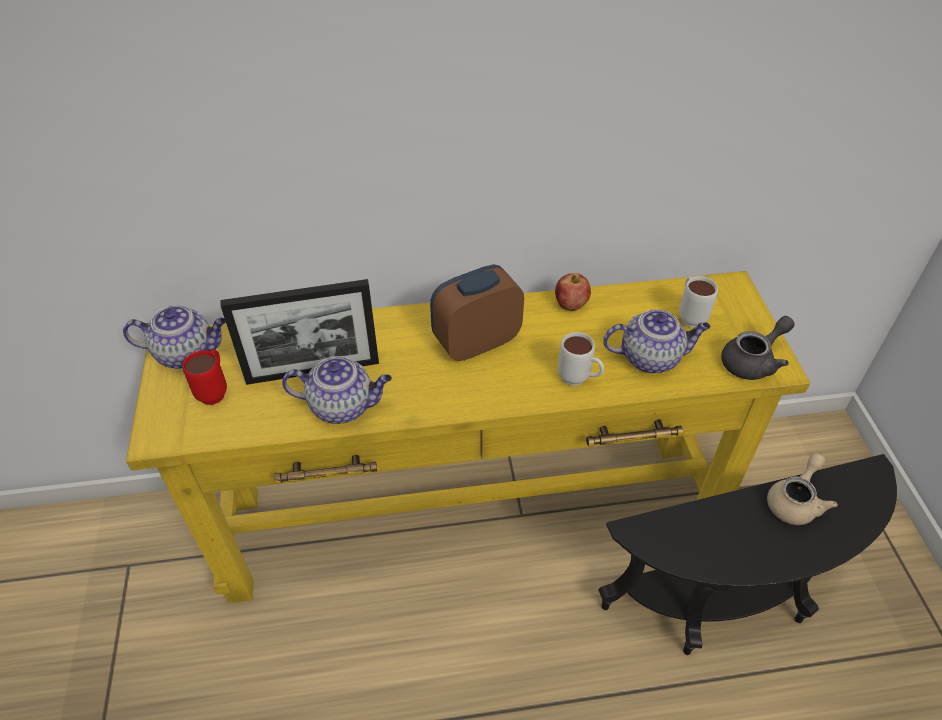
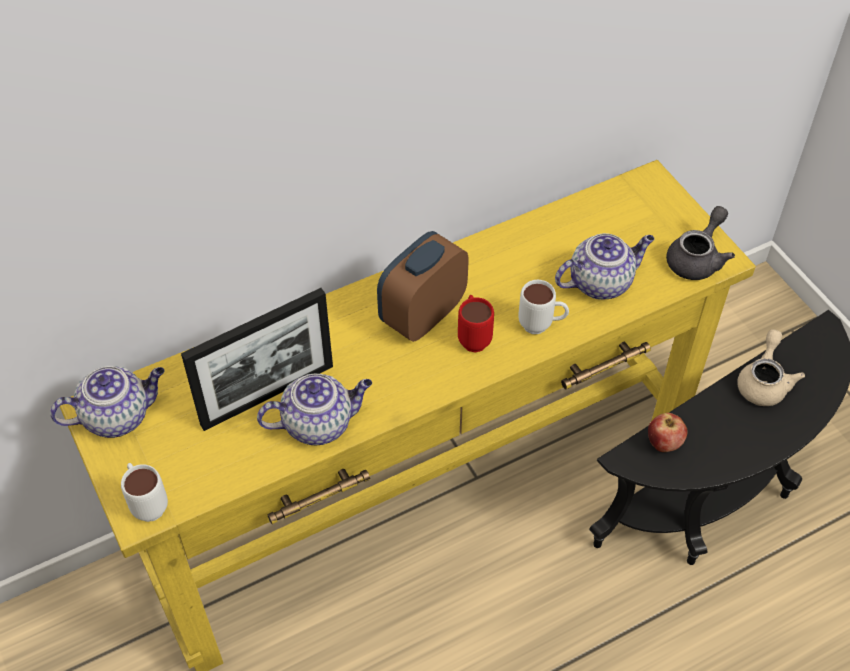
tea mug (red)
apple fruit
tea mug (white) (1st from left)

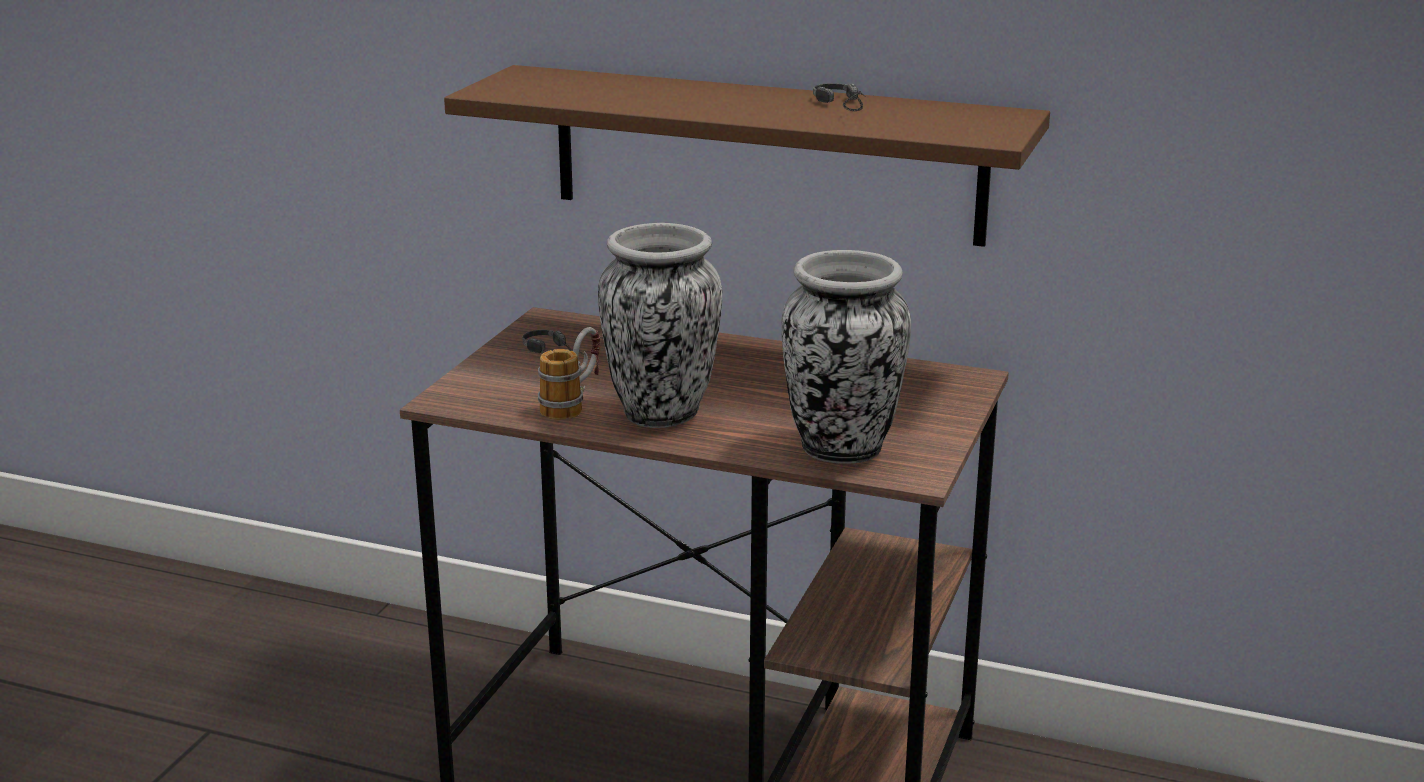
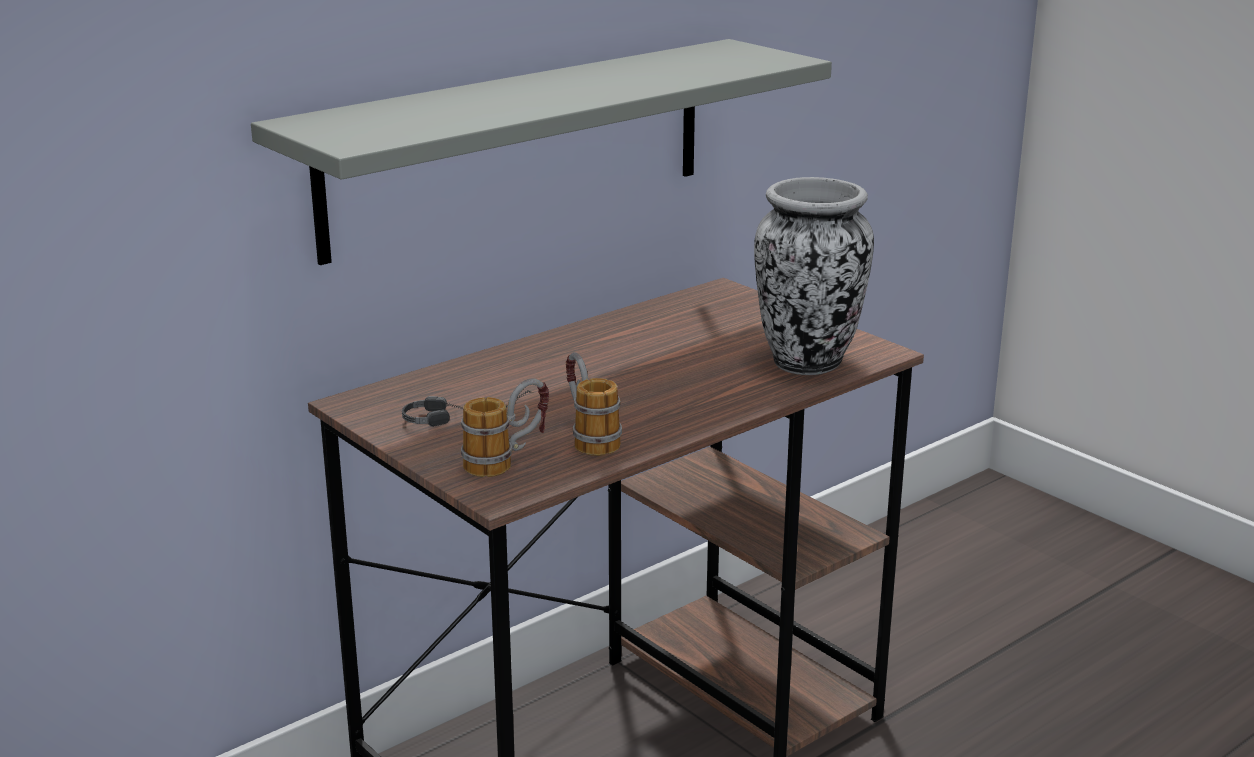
bracket shelf (greyish)
decorative vase (1st from left in the first image)
pair of headphones (2nd from left in the first image)
tea mug (1st from left)

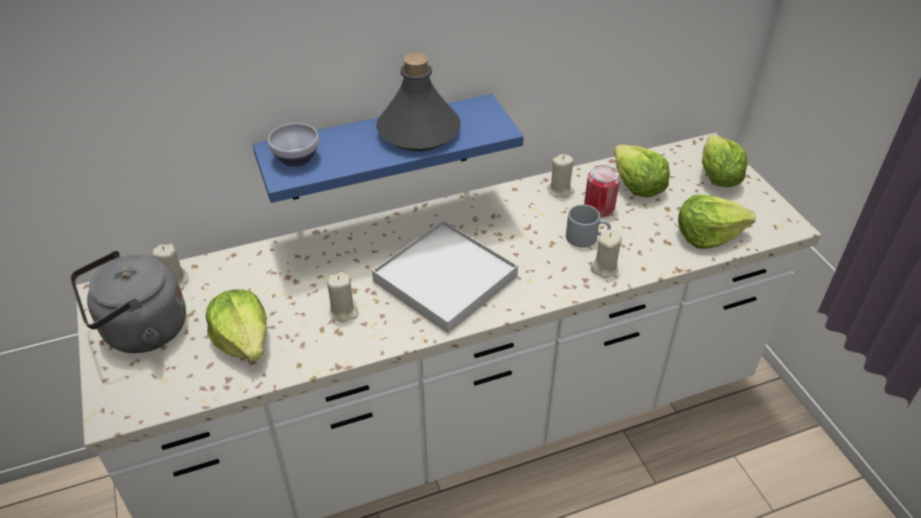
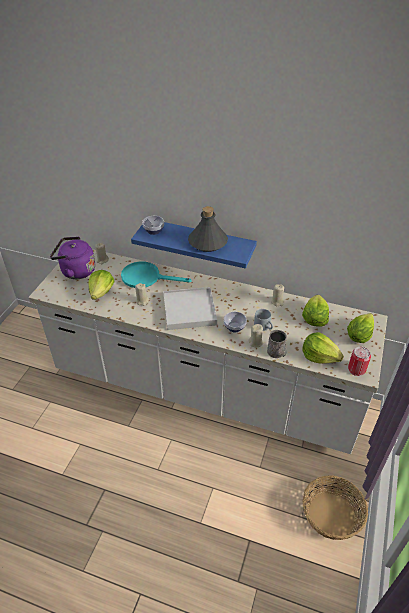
water kettle (purple-coloured)
can
pan (blue-green)
bowl (2nd from left)
tea mug (greyish) (2nd from left)
household basket

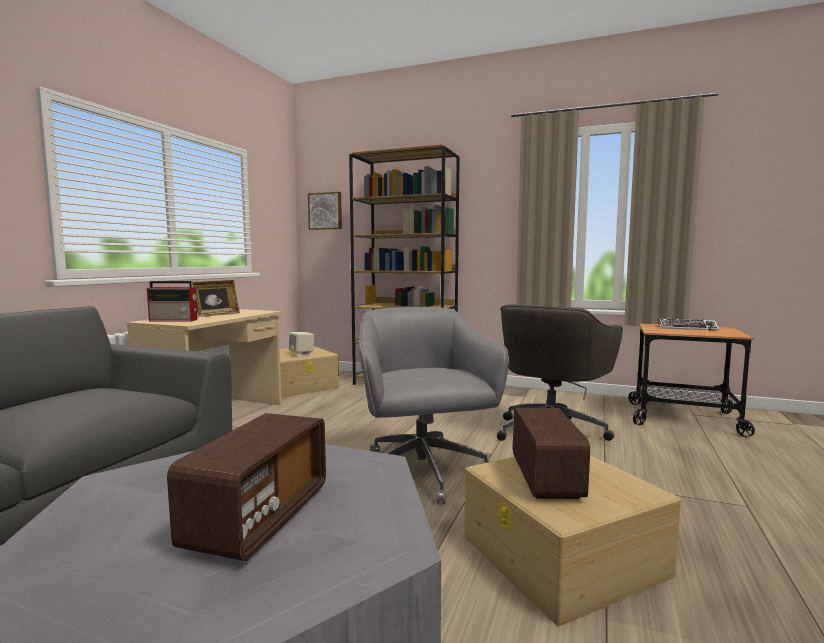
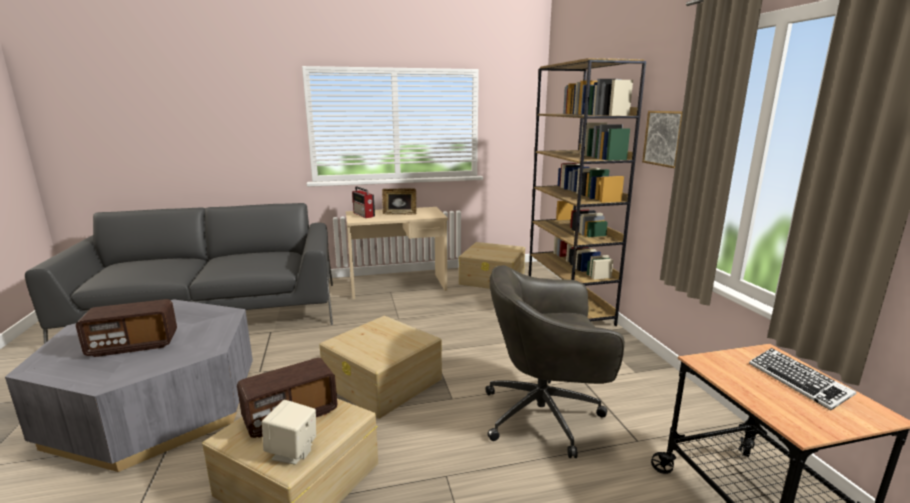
audio speaker (beige-coloured)
wall picture
storage bin (beige-coloured) (2nd from left)

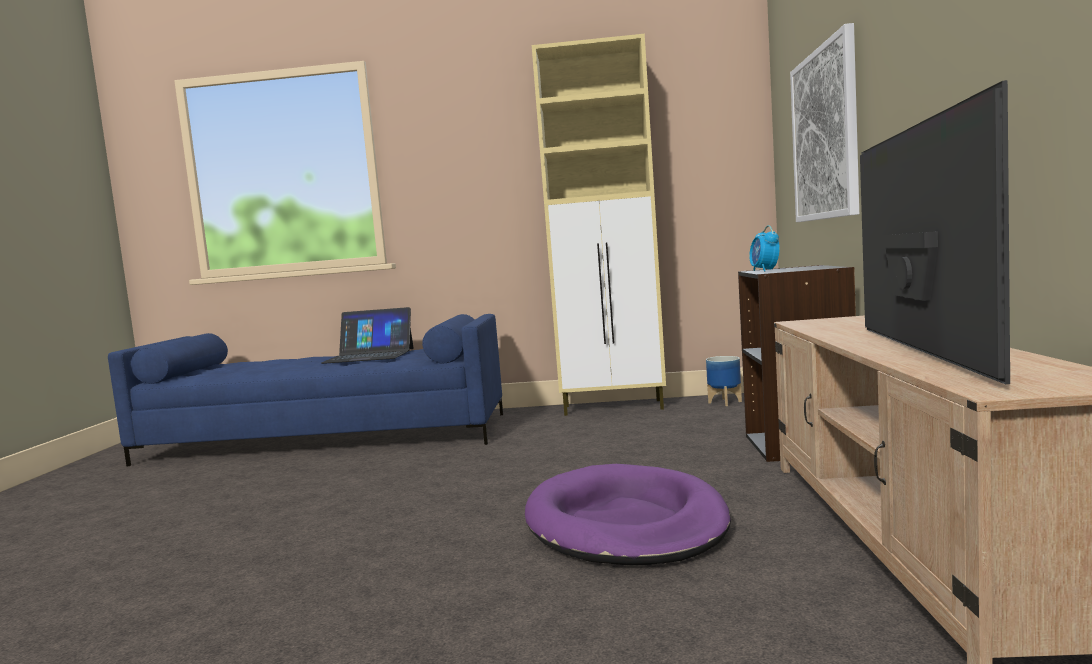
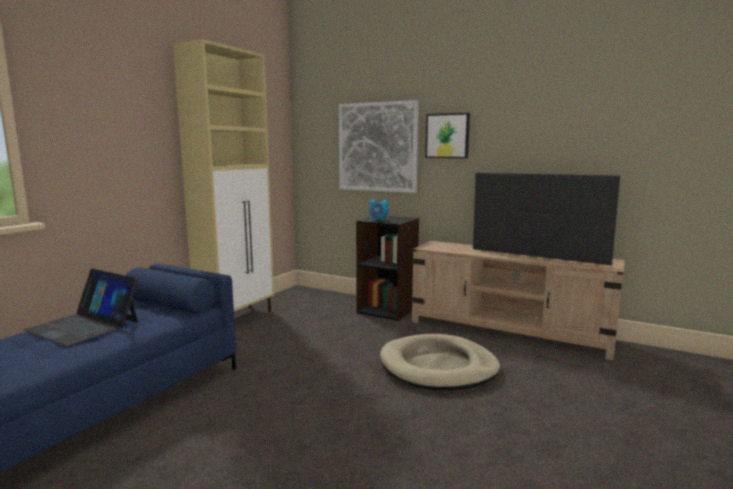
portable computer
dog cushion (beige-coloured)
flower pot
wall picture (2nd from left)

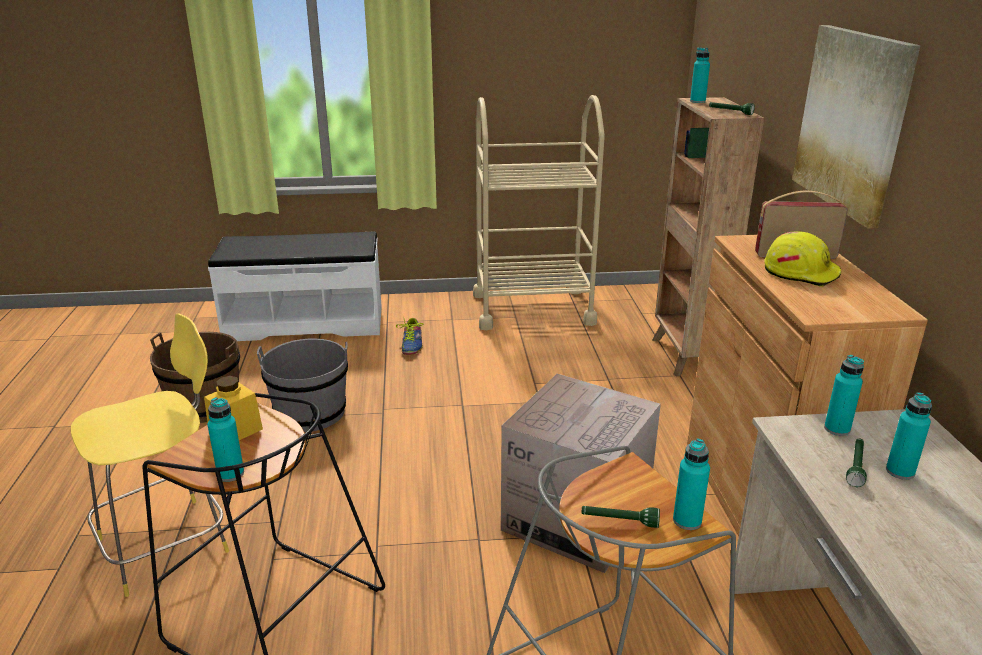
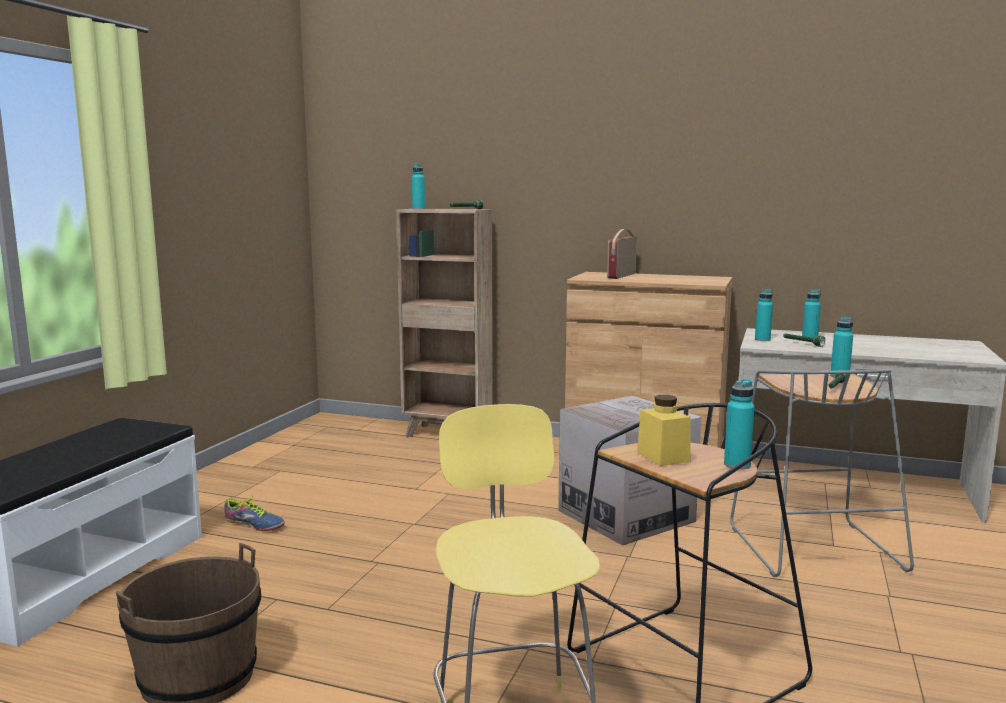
bucket (greyish)
cart (beige-coloured)
safety helmet (yellow)
wall picture

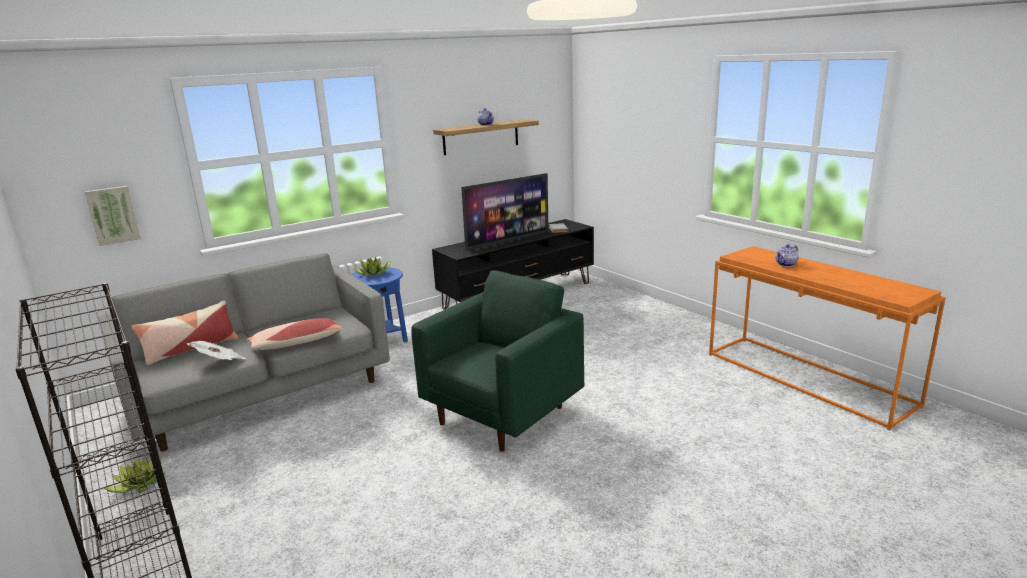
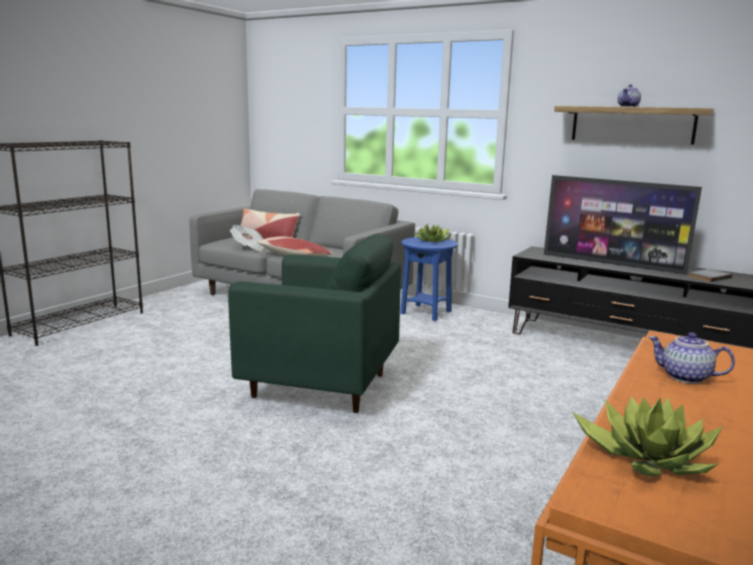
wall picture
plant in a pot (2nd from left)

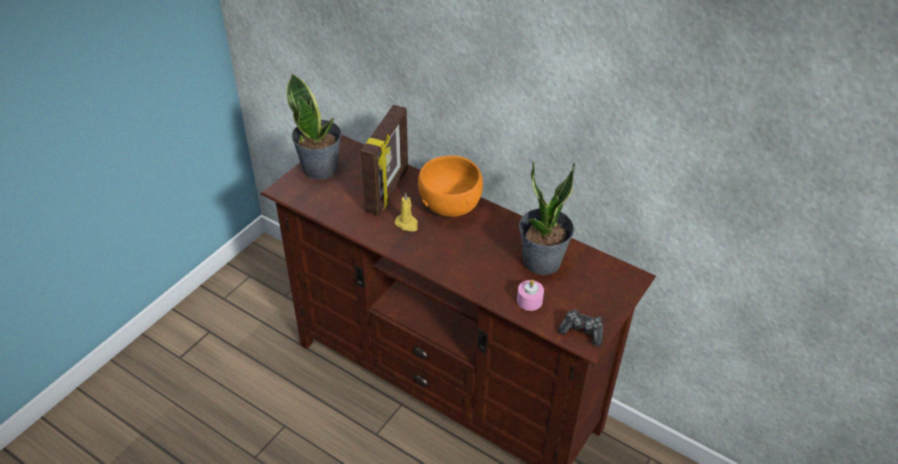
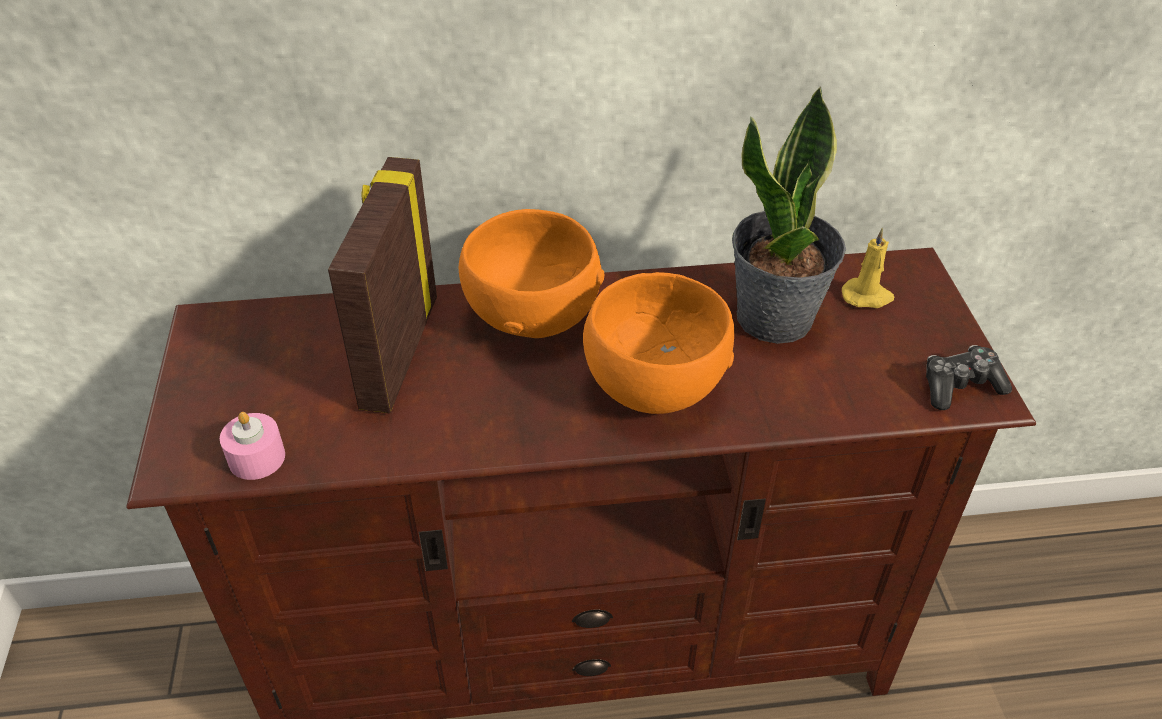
plant in a pot (1st from left in the first image)
standing frame
candle (yellow)
candle (pink)
bowl (orange-coloured) (2nd from left)

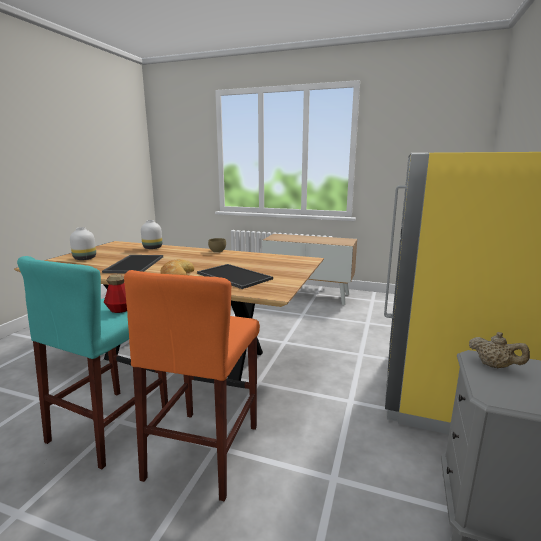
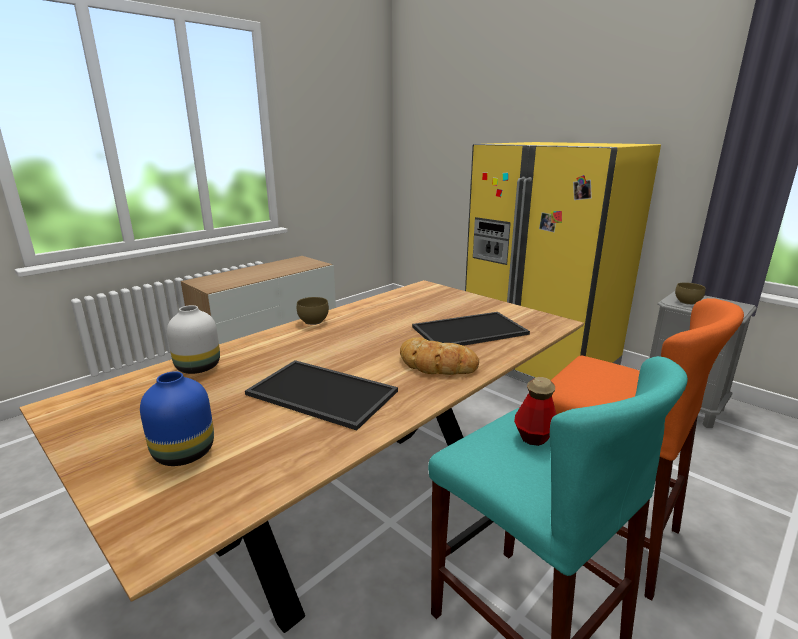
decorative vase (blue)
bowl (brown) (2nd from left)

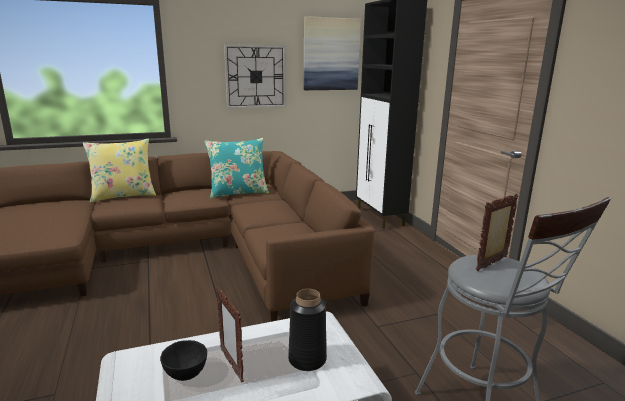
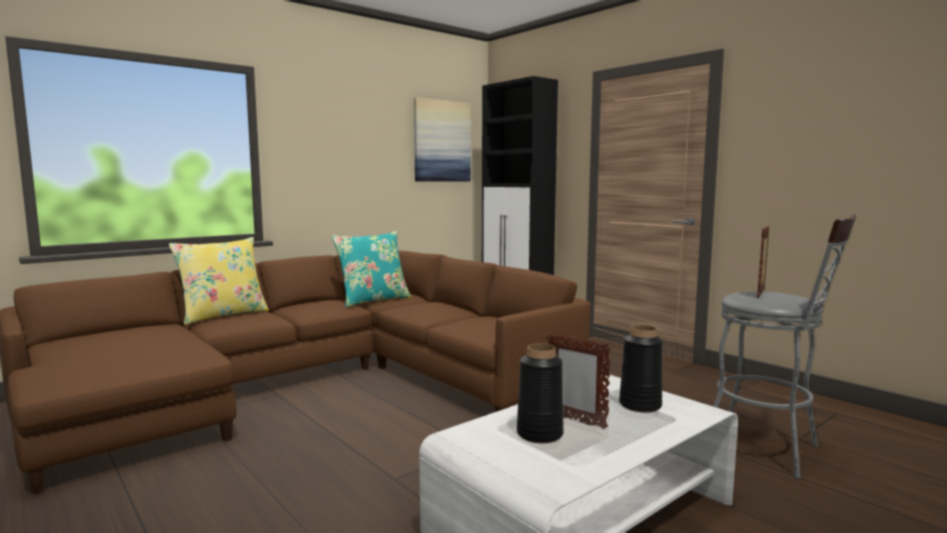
decorative vase (blackish) (1st from left)
wall clock

